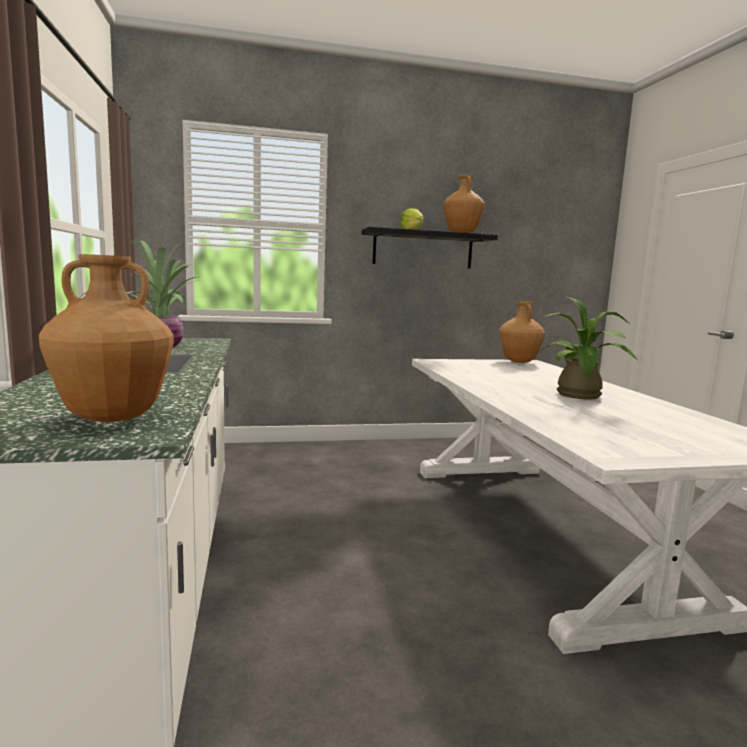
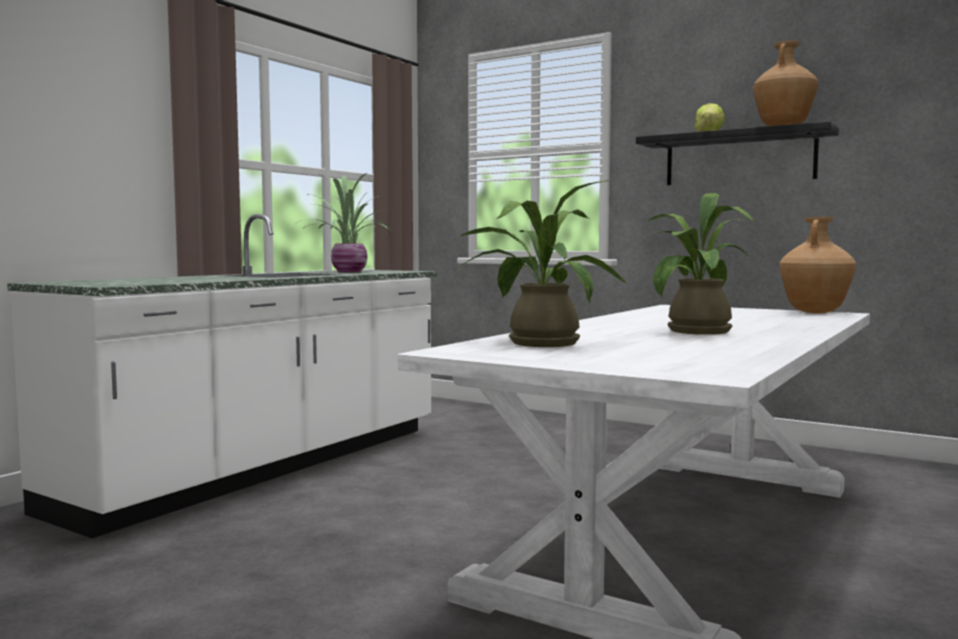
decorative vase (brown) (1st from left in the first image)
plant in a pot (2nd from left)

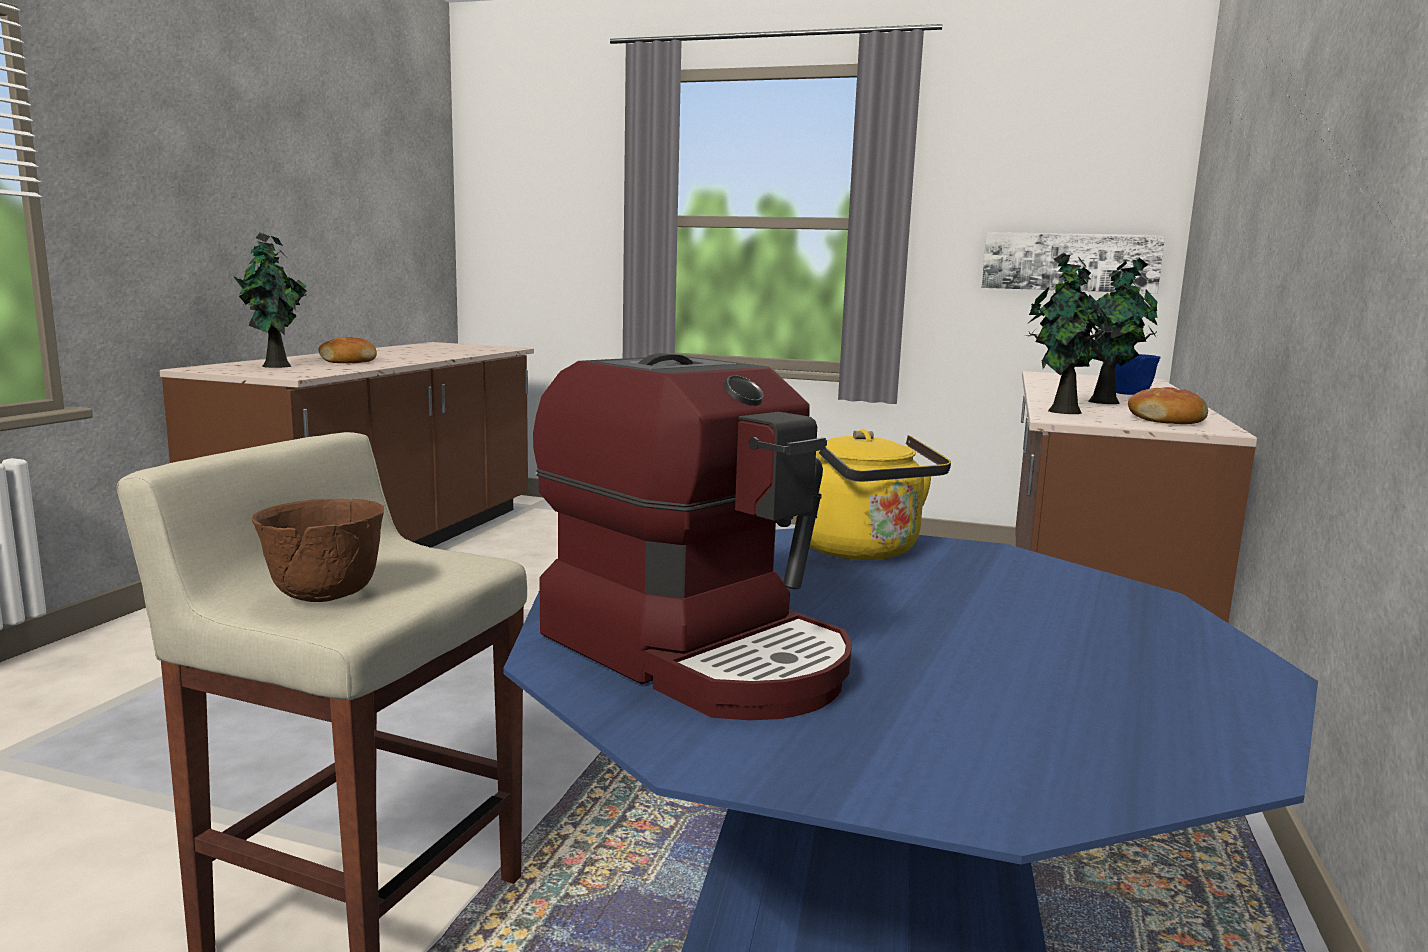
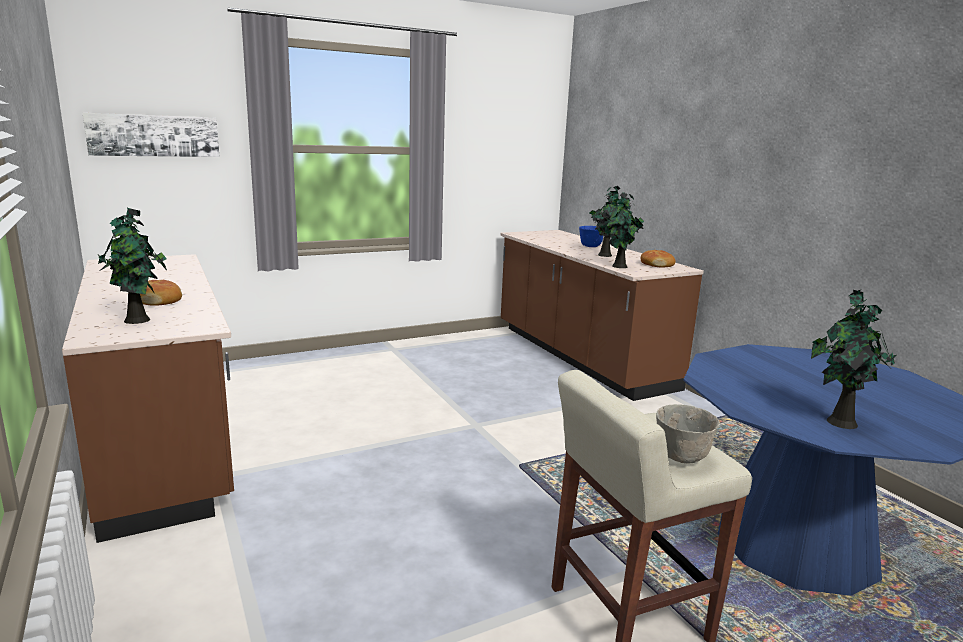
bowl (greyish)
plant in a pot (4th from left)
water kettle (yellow)
wall picture

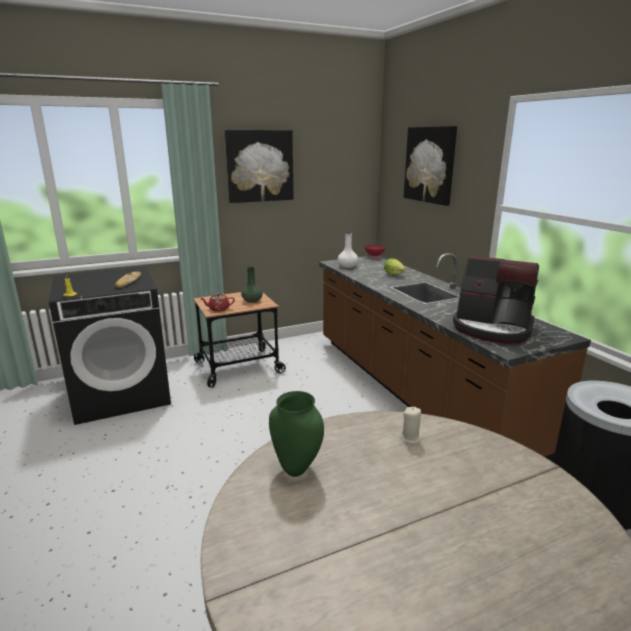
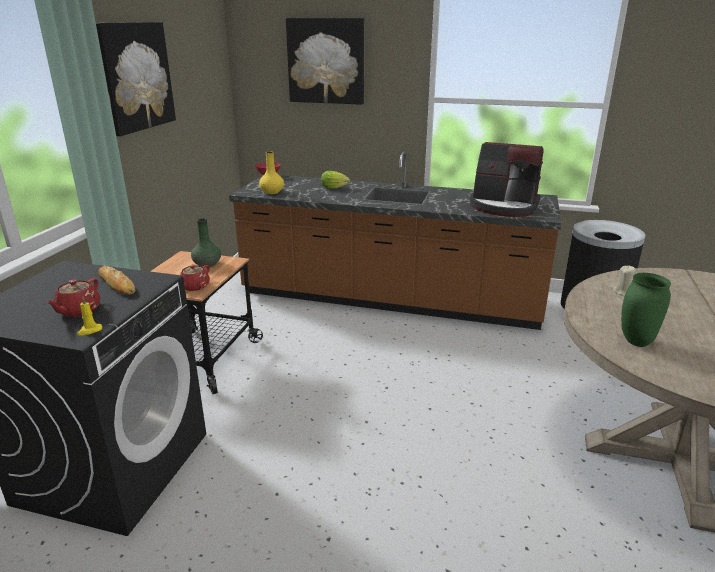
decorative vase (yellow)
coffee brewer
tea pot (red) (1st from left)

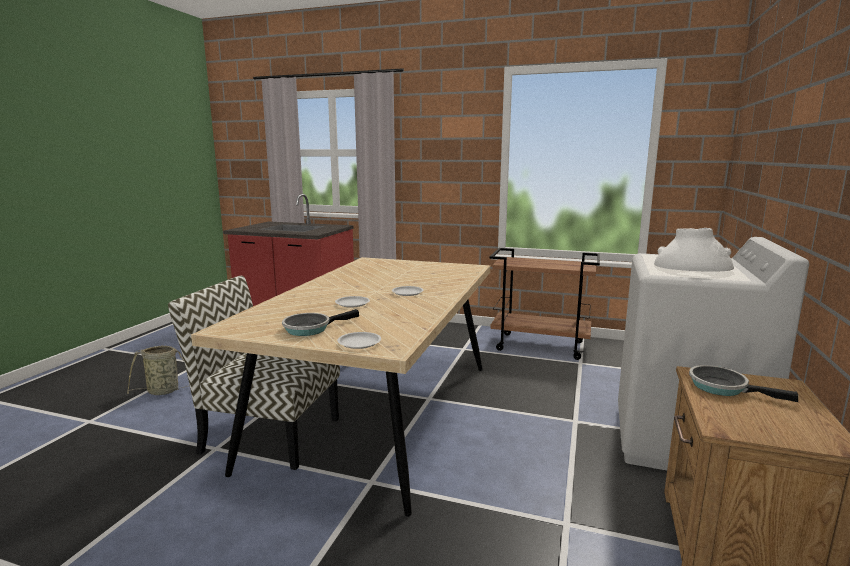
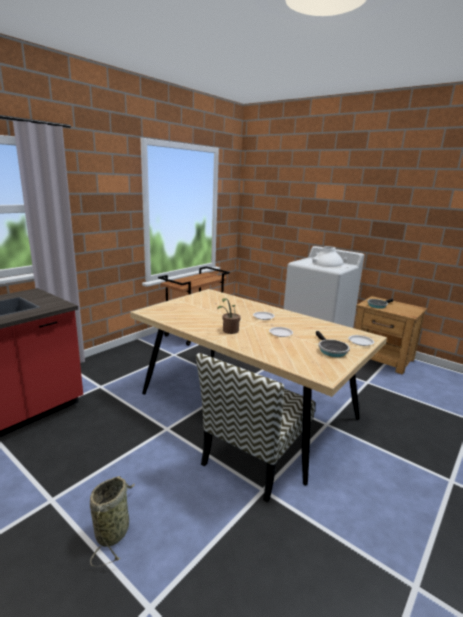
plant in a pot

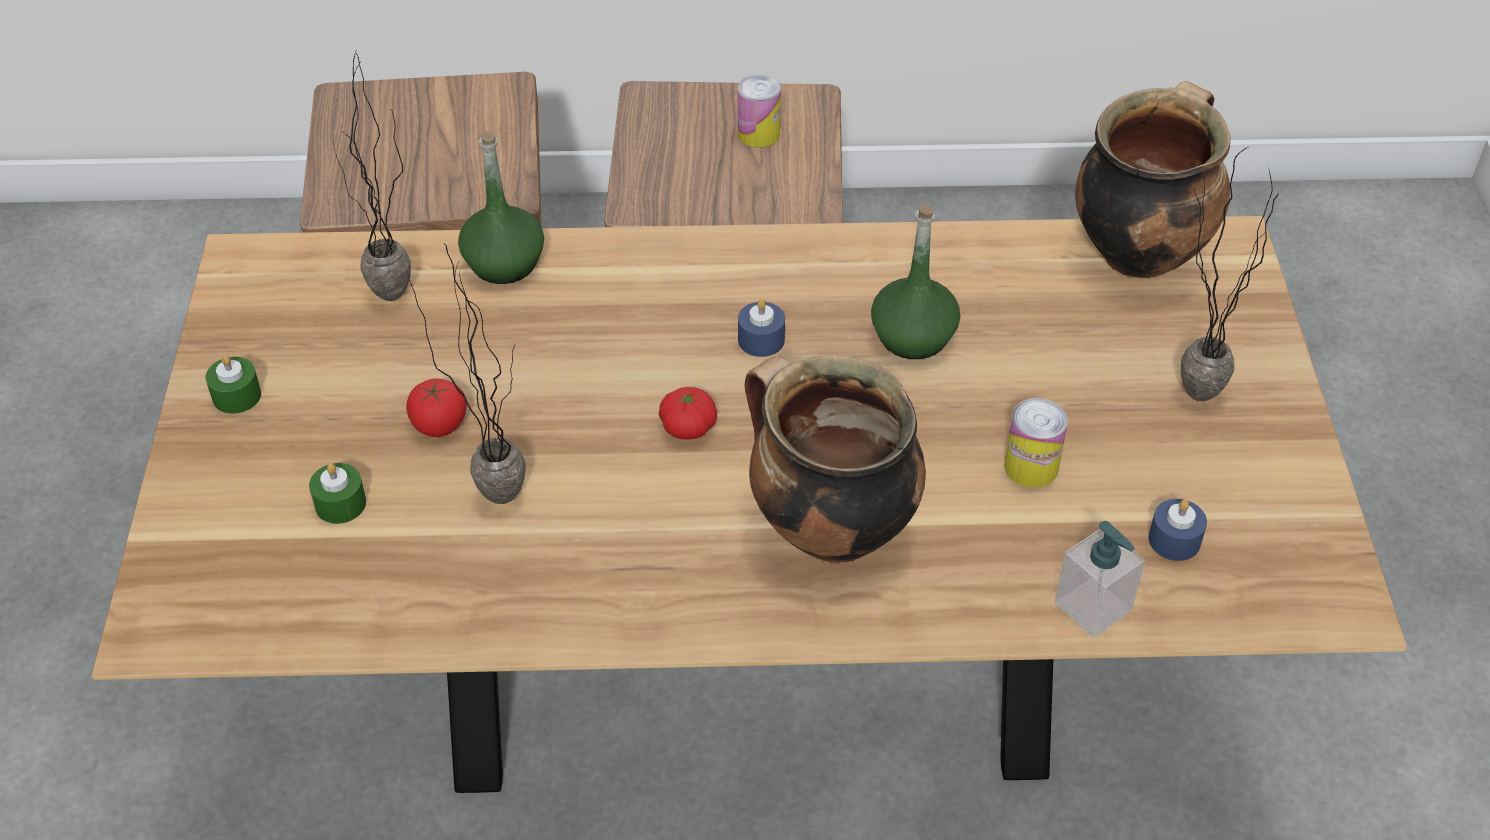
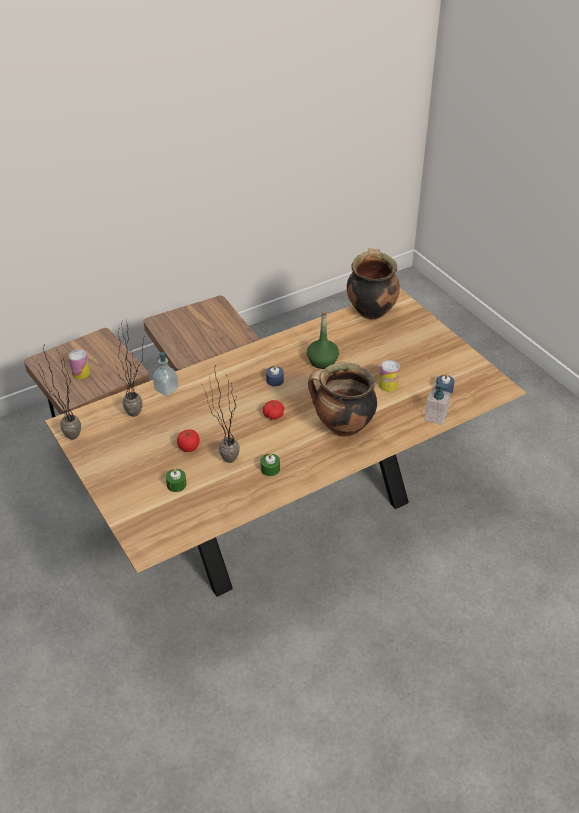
candle (greenish) (2nd from left)
liquid soap bottle (1st from left)
can (1st from left)
plant in a pot (1st from left)

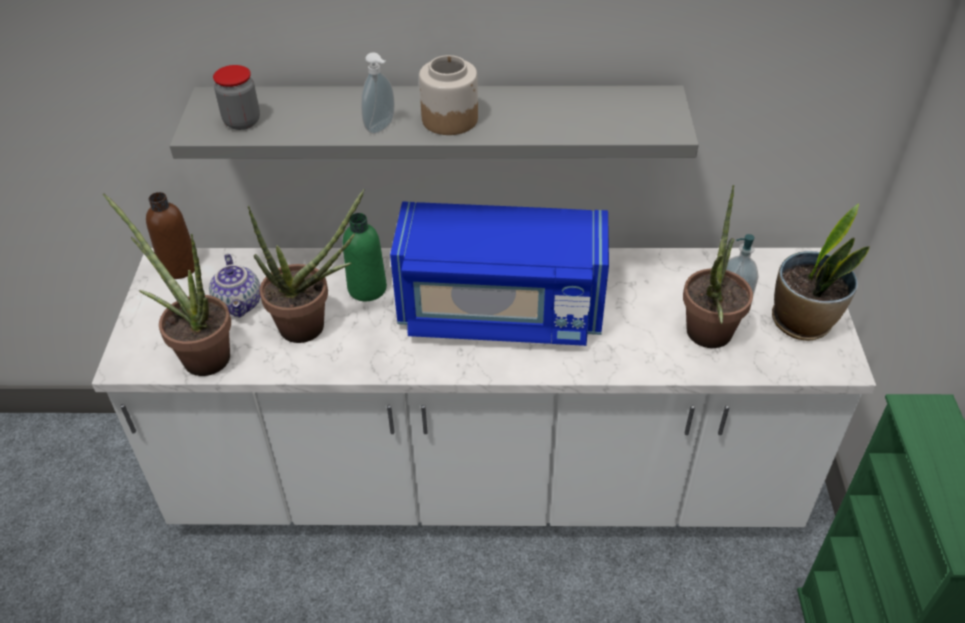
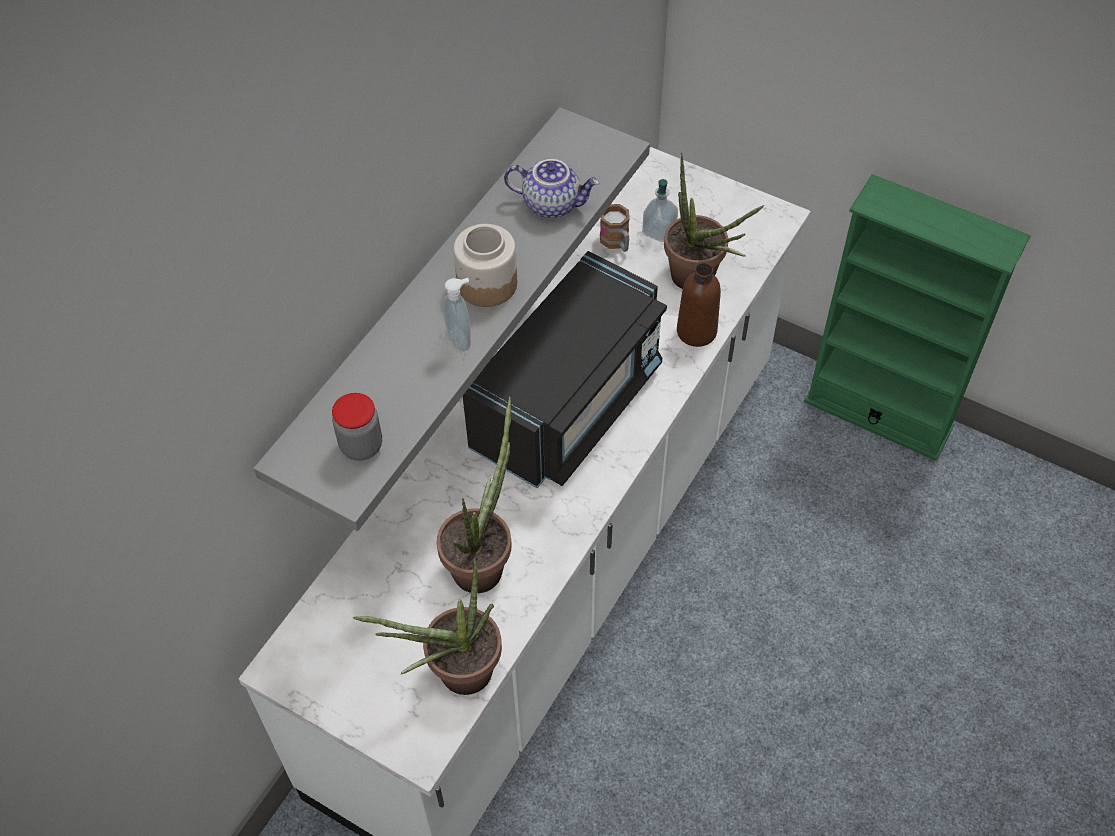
beverage bottle (brown)
tea pot
beverage bottle (greenish)
kitchen microwave (blackish)
plant in a pot (4th from left in the first image)
tea mug

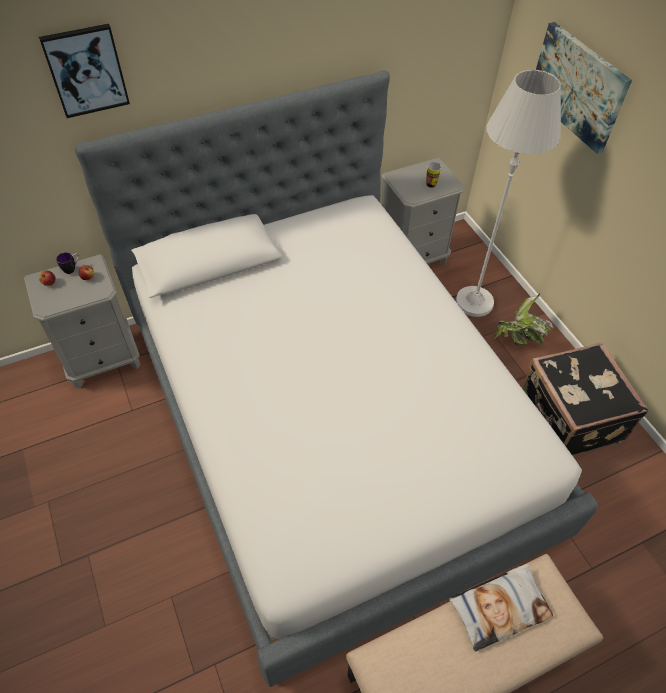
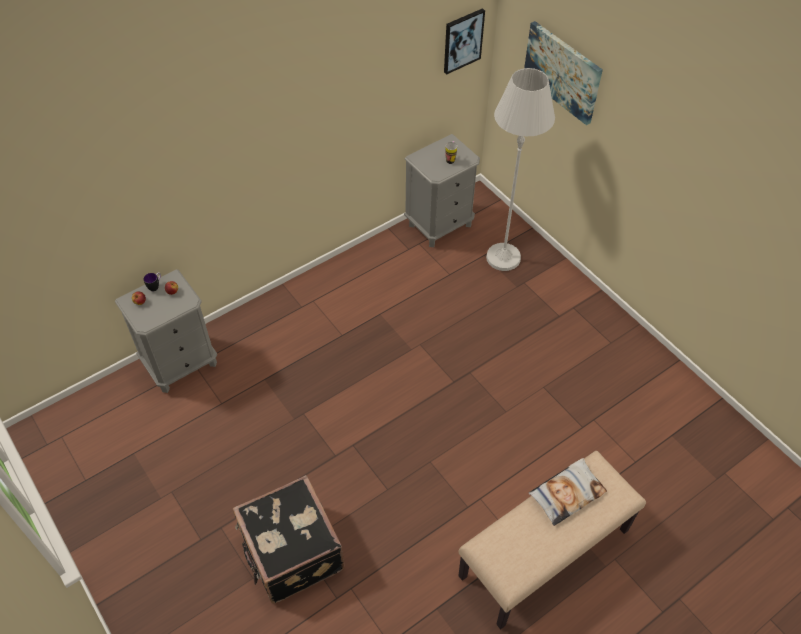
wall picture (1st from left)
bed
plant in a pot
travel case (blackish)

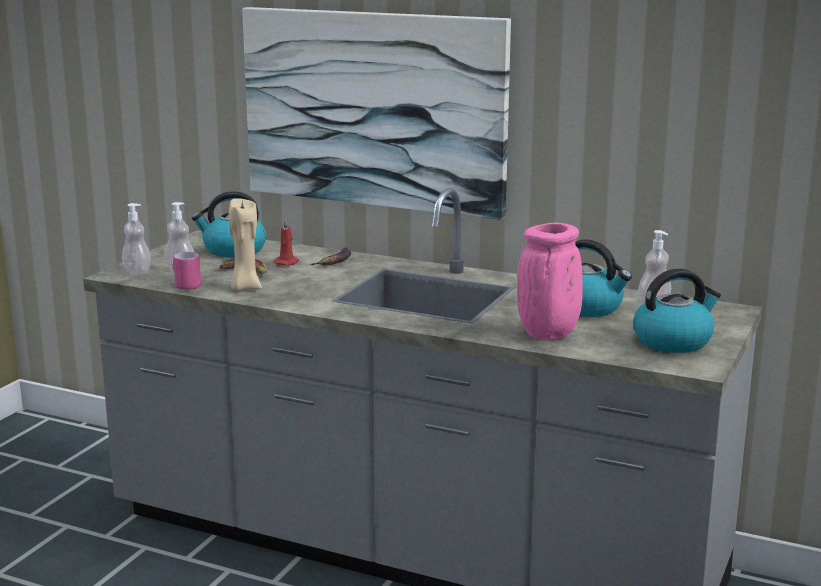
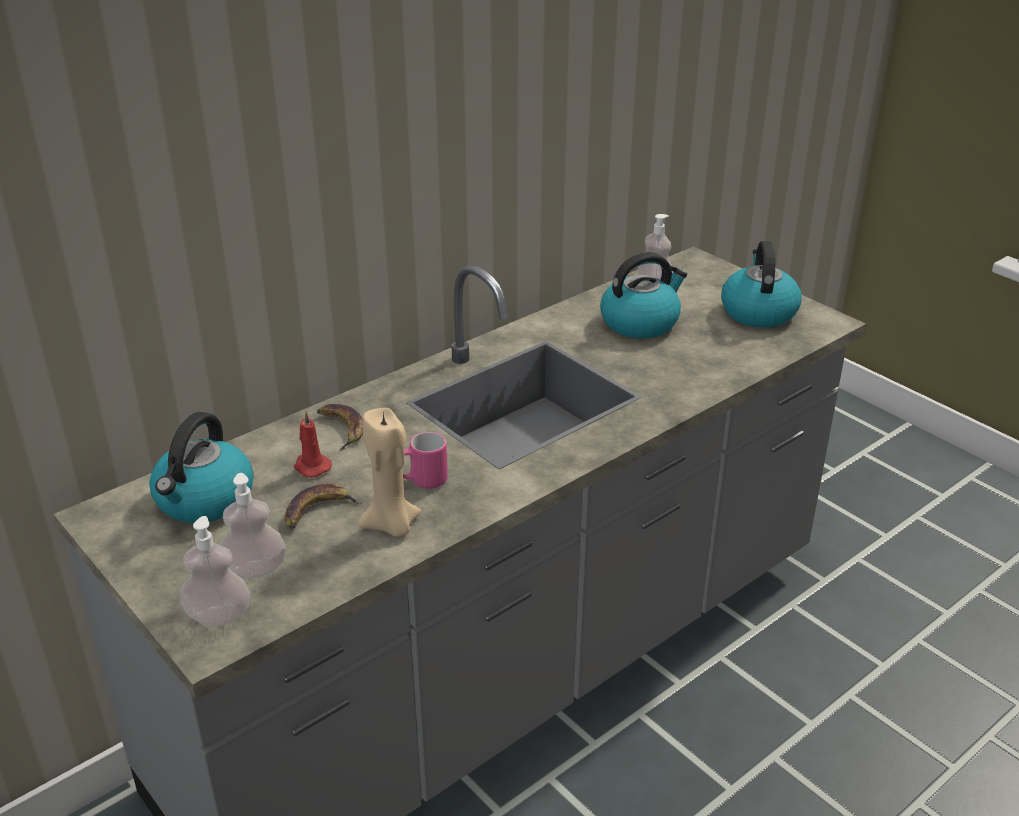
tea mug (pink)
wall picture
decorative vase (pink)

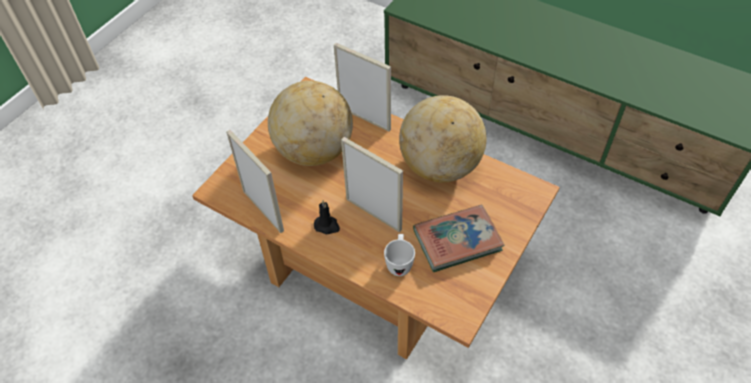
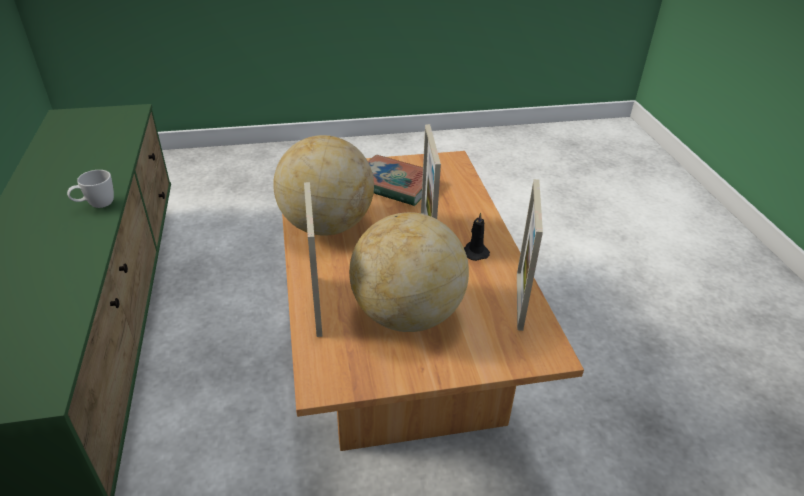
tea mug (white)

